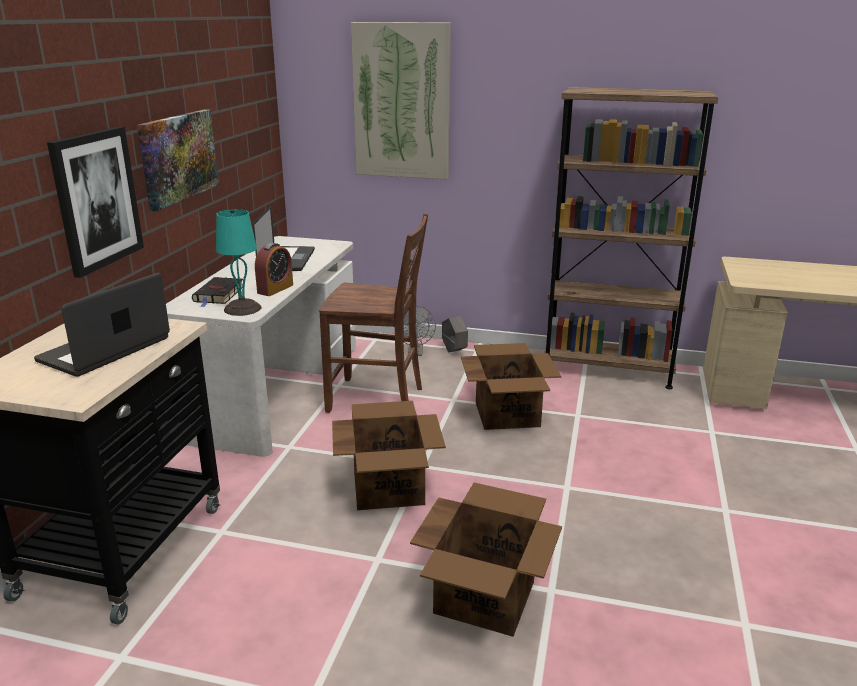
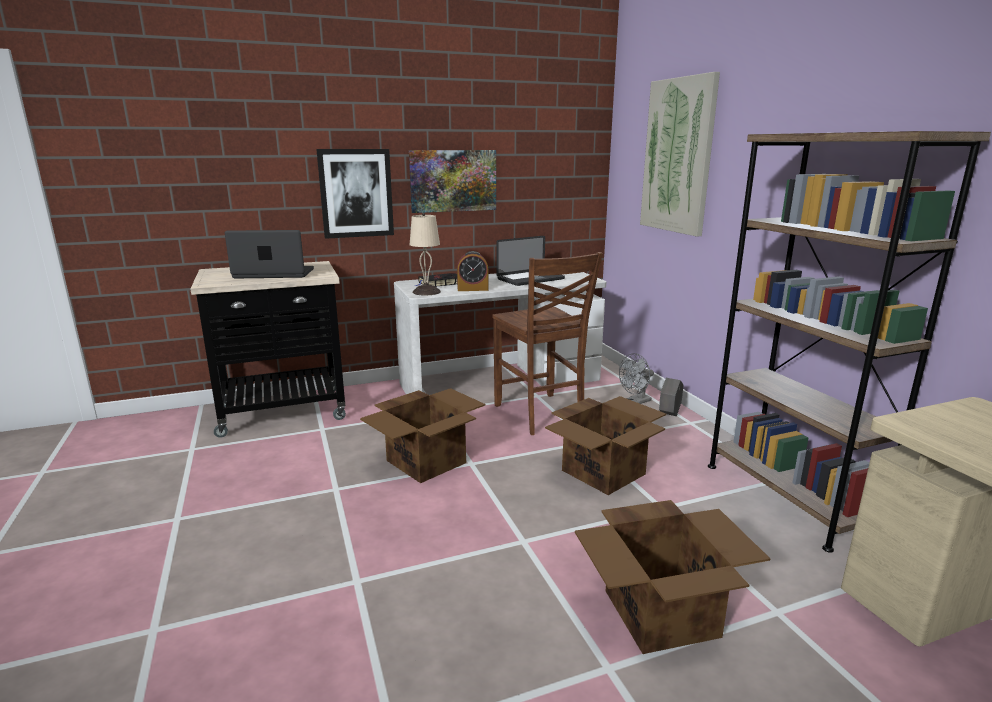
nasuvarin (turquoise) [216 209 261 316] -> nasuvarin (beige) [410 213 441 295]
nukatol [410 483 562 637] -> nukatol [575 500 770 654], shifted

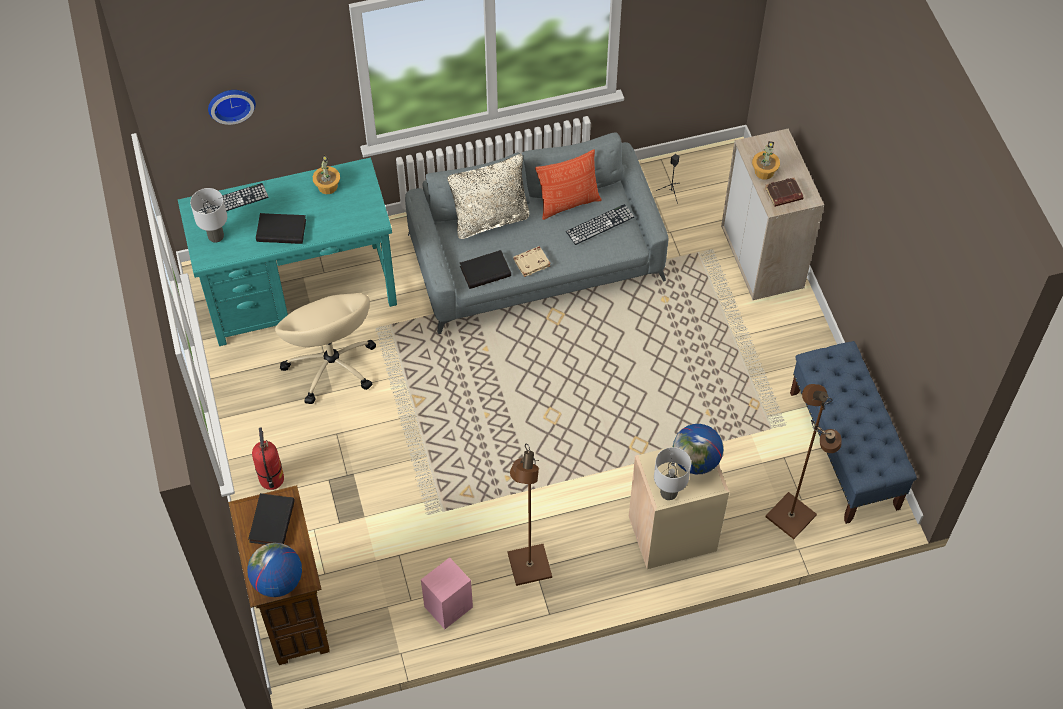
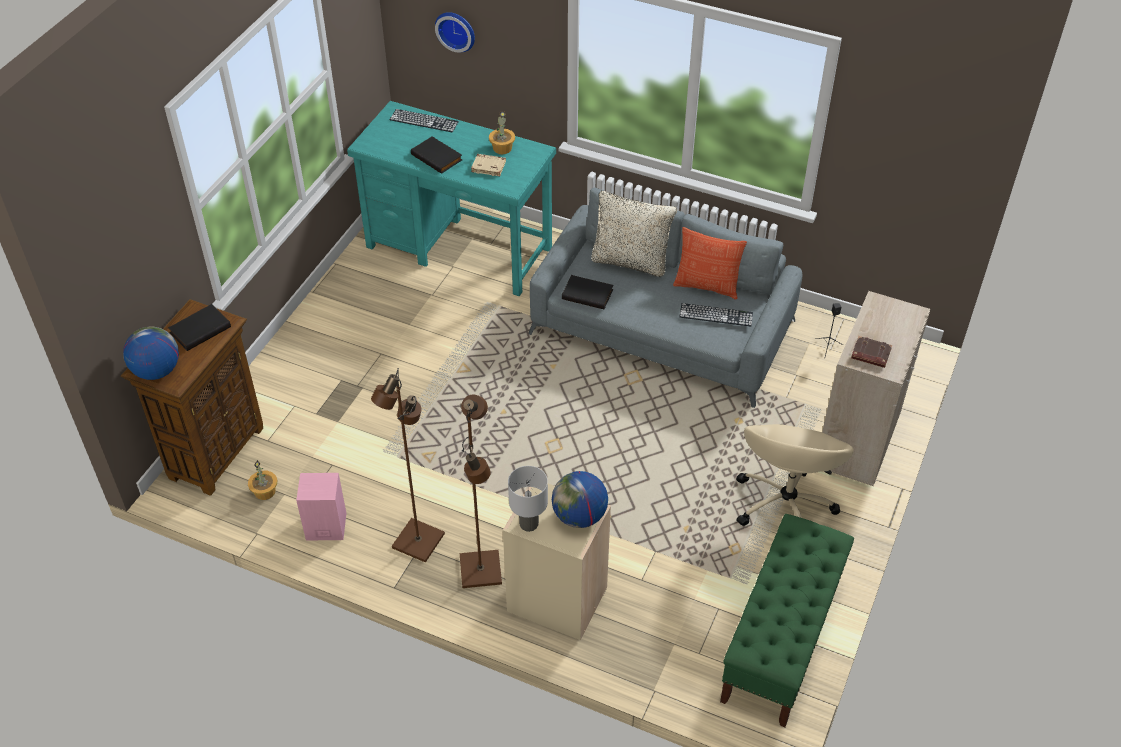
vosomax [752 141 780 179] -> vosomax [248 460 278 500], shifted
nasuvarin (white) [190 188 227 243] -> none
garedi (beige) [513 246 551 277] -> garedi (beige) [471 154 506 176], shifted
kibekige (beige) [275 293 376 404] -> kibekige (beige) [736 424 854 526], shifted
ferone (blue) [790 341 917 524] -> ferone (green) [720 514 854 727]
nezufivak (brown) [766 384 842 539] -> nezufivak (brown) [460 394 502 588], shifted
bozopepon [252 427 284 490] -> none

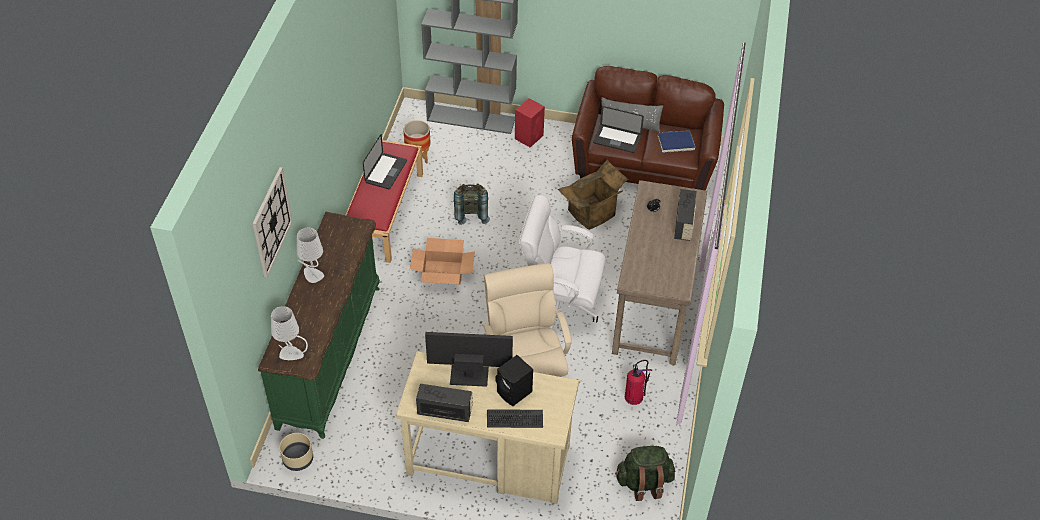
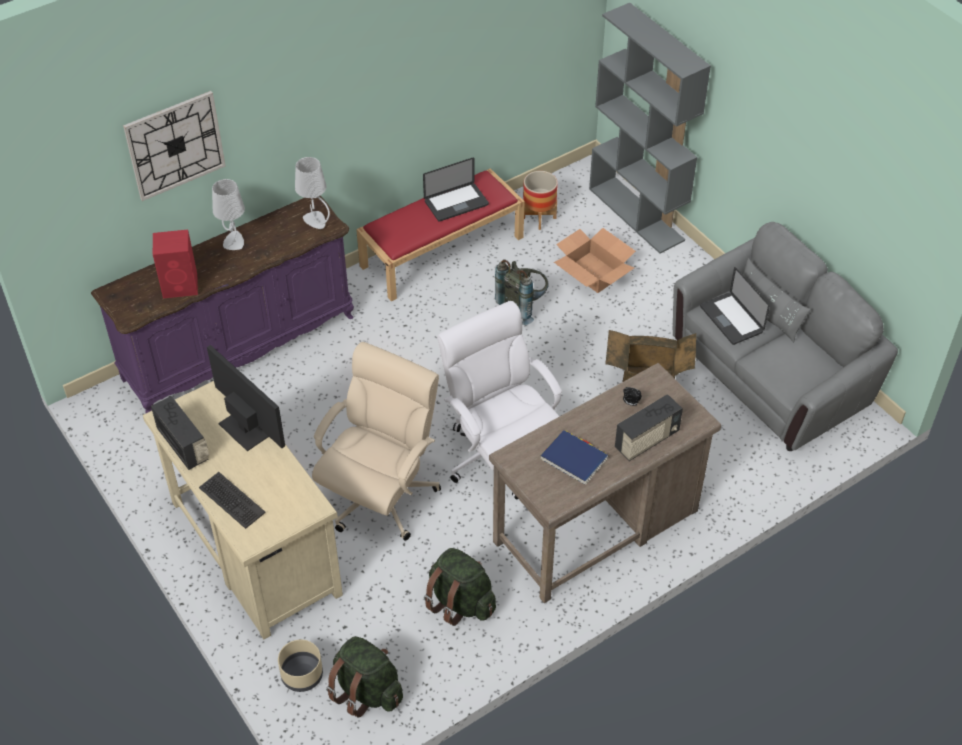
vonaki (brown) [572 66 724 191] -> vonaki (grey) [672 222 898 451]
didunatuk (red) [515 98 545 147] -> didunatuk (red) [153 229 198 299], shifted
garedi (blue) [657 130 696 153] -> garedi (blue) [540 430 609 485], shifted
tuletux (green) [258 212 380 439] -> tuletux (purple) [91 196 354 413]
nukatol [410 238 475 285] -> nukatol [554 228 636 293], shifted
nasuvarin (grey) [271 306 308 360] -> nasuvarin (grey) [295 157 330 229], shifted
didunatuk (black) [496 355 533 406] -> none
bozopepon [625 360 652 405] -> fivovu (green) [424 548 496 626]
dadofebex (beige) [279 433 313 471] -> dadofebex (beige) [278 640 323 692], shifted

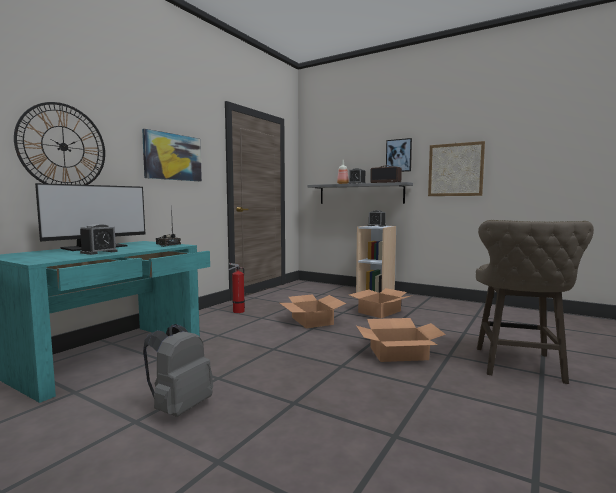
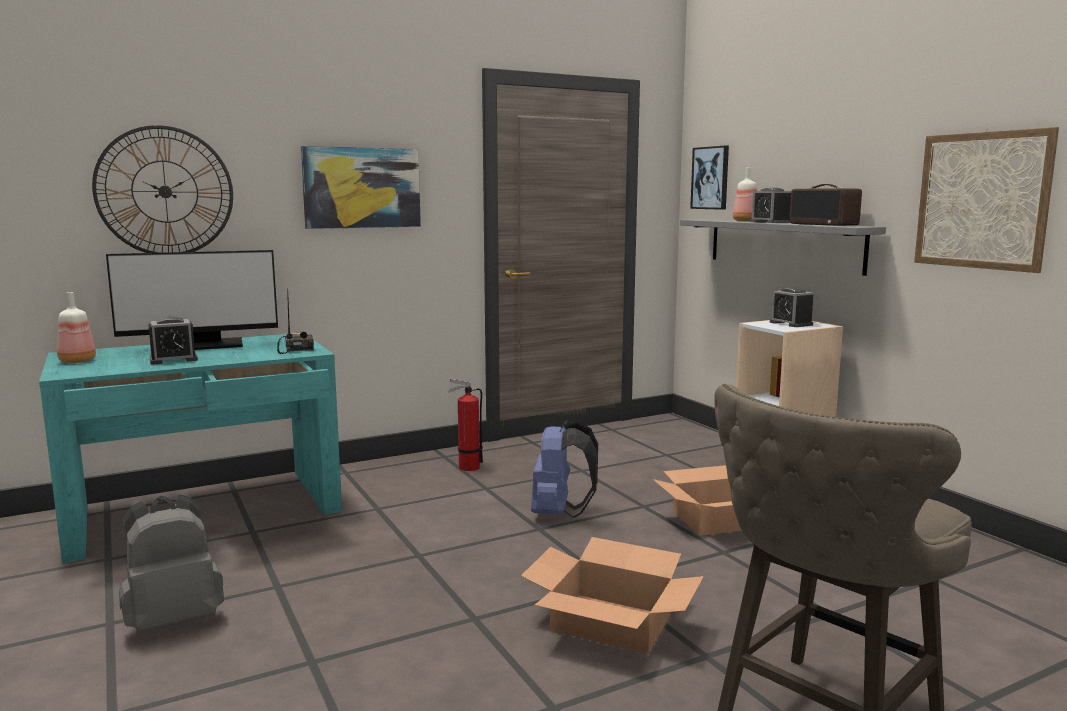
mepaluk [386 138 412 172] -> mepaluk [690 145 729 210], shifted
nukatol [280 294 346 328] -> fivovu (blue) [531 421 598 518]
none -> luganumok [57 292 96 363]

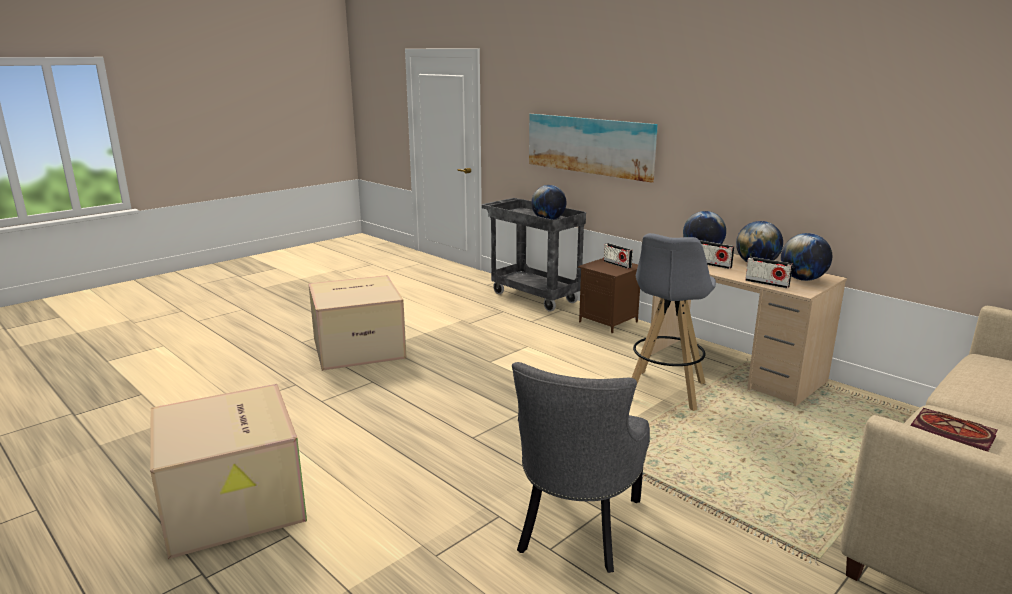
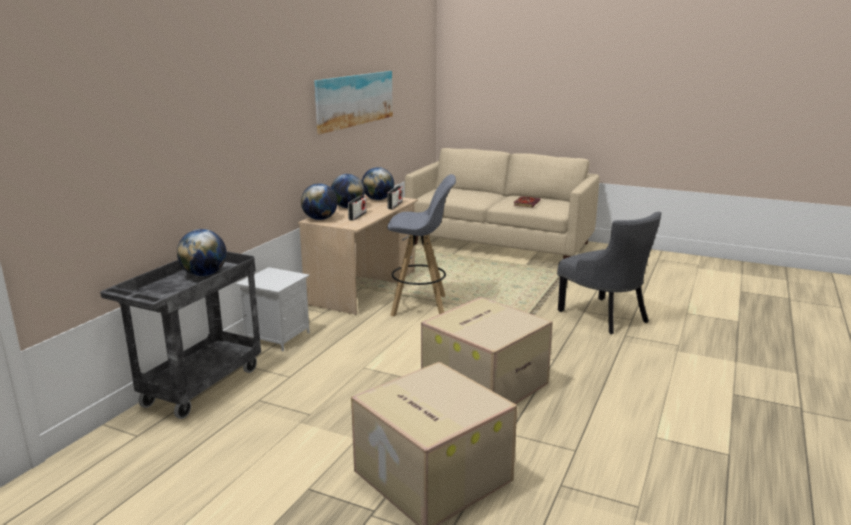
mepaluk [529 114 658 183] -> mepaluk [314 71 393 134], shifted
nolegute [604 243 633 269] -> none
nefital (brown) [578 258 640 333] -> nefital (grey) [236 267 310 351]
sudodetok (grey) [512 362 650 573] -> sudodetok (grey) [557 212 661 334], 60 degrees clockwise
nukatol [150 384 307 559] -> nukatol [421 297 553 404], shifted

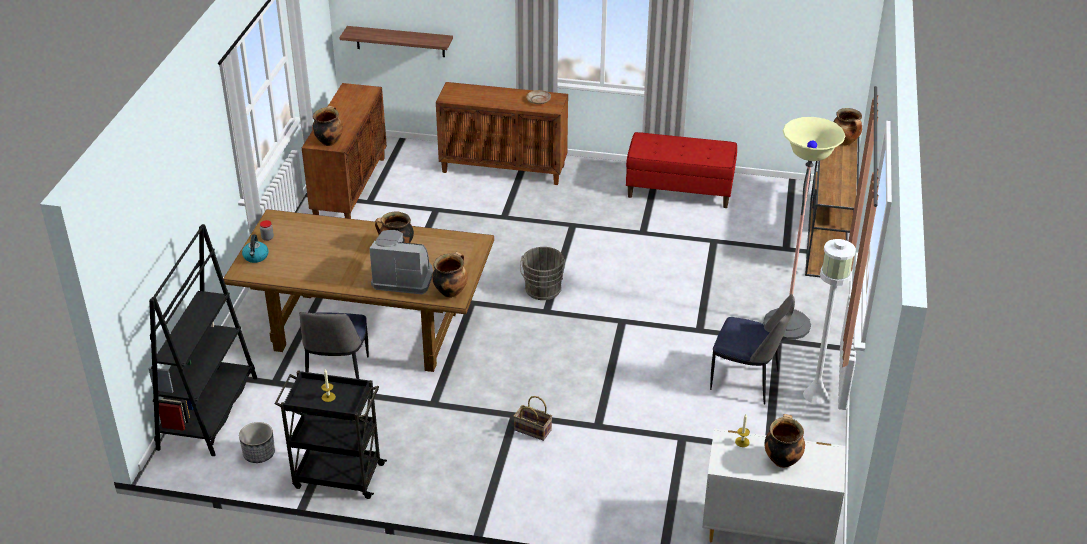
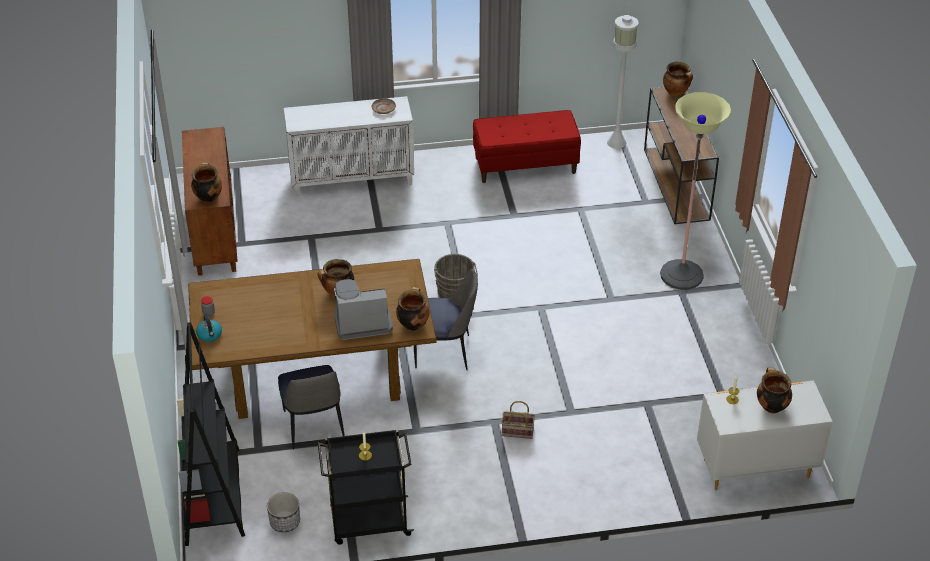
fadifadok [339 26 453 57] -> none
tuletux (brown) [436 82 568 185] -> tuletux (white) [284 96 414 197]
nezufivak (white) [803 239 856 404] -> nezufivak (white) [607 15 639 149], shifted
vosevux [710 294 795 405] -> vosevux [414 269 478 370], shifted

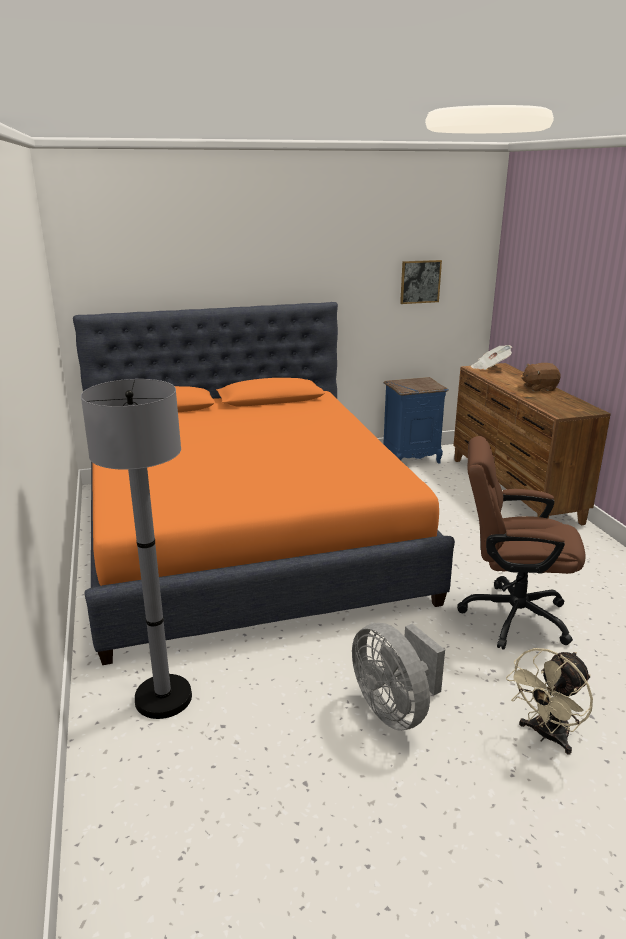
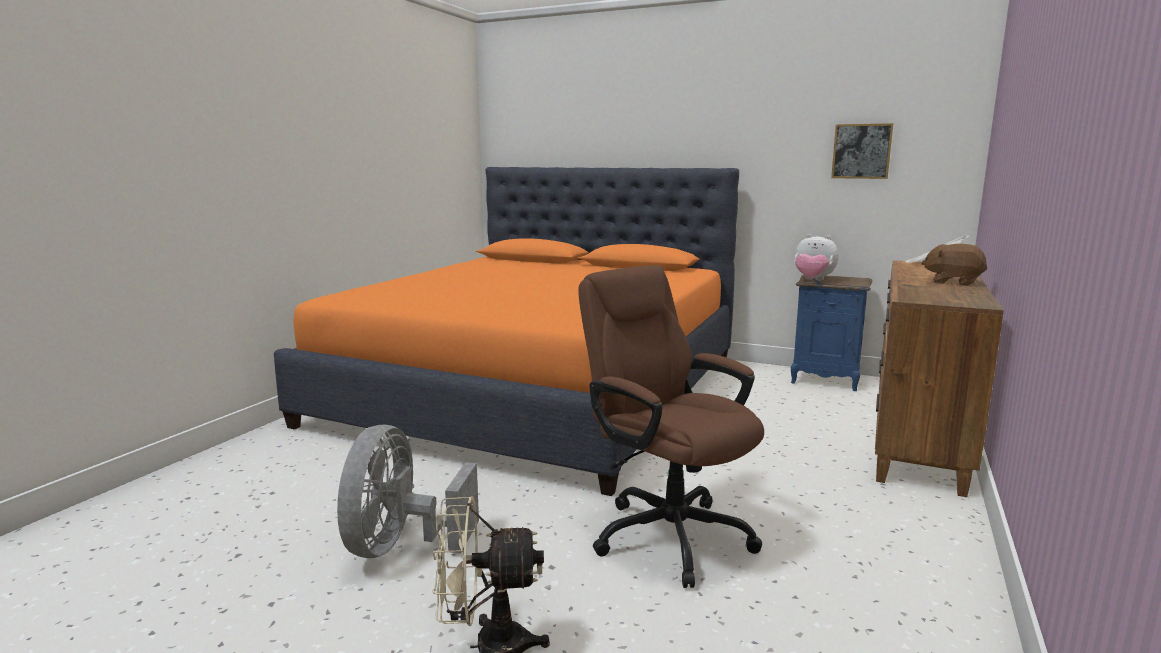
nezufivak (grey) [81 379 192 719] -> none
none -> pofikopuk [794 234 839 280]

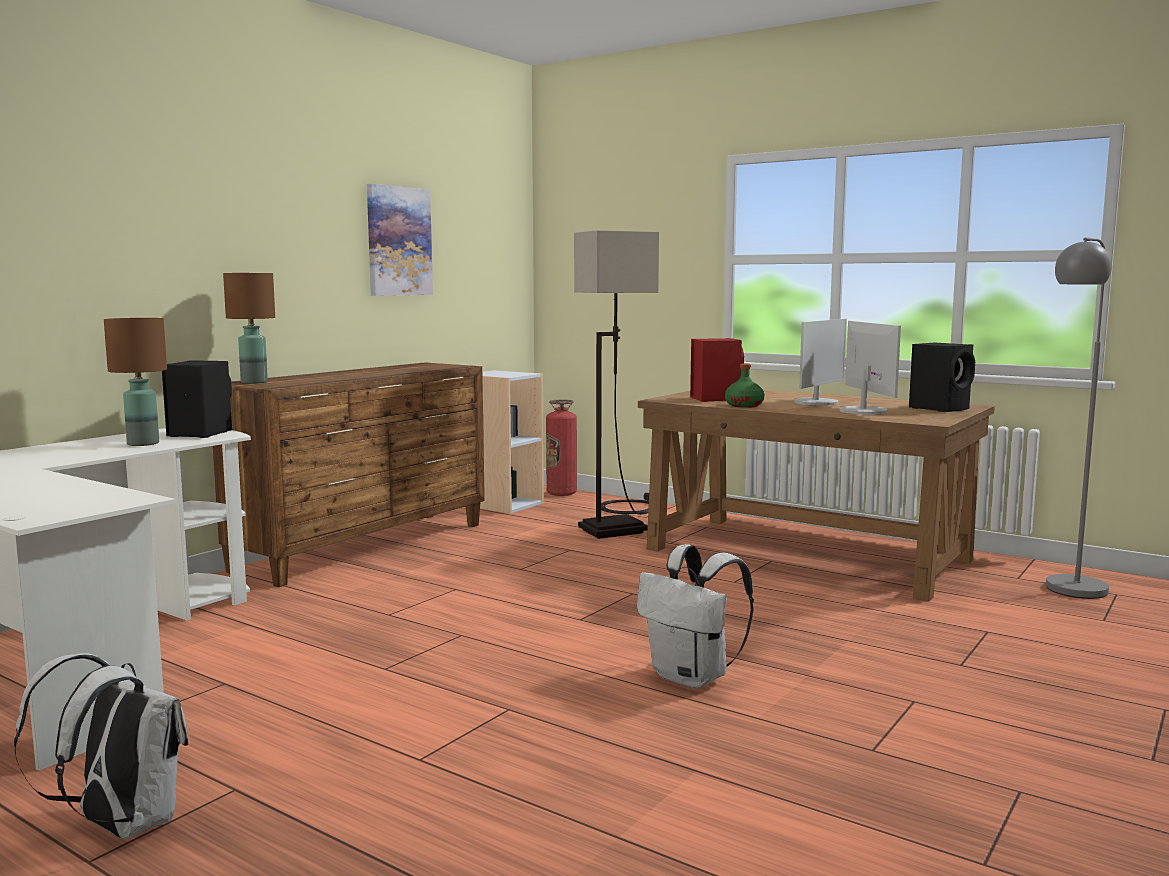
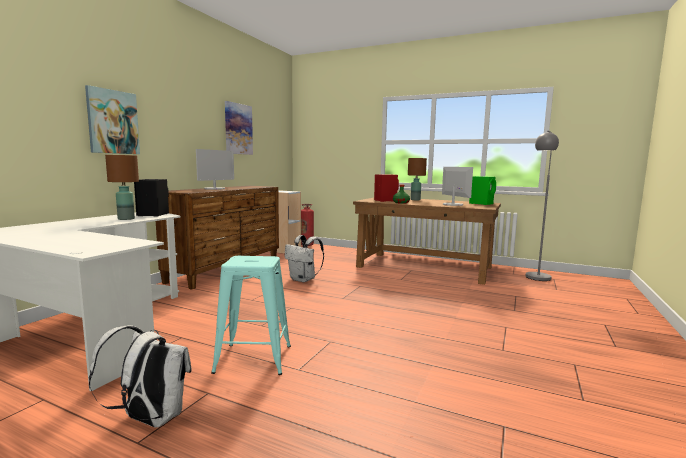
nezufivak [574 230 659 539] -> none
nasuvarin (brown) [223 273 275 384] -> nasuvarin (brown) [408 158 427 200], shifted
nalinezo [794 319 847 405] -> nalinezo [196 149 234 190], shifted
didunatuk (black) [909 343 975 412] -> didunatuk (green) [469 176 496 205]
fivovu (white) [637 544 754 689] -> fivovu (white) [285 235 324 282], shifted
none -> mepaluk [85 85 140 154]
none -> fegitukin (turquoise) [211 256 291 375]

